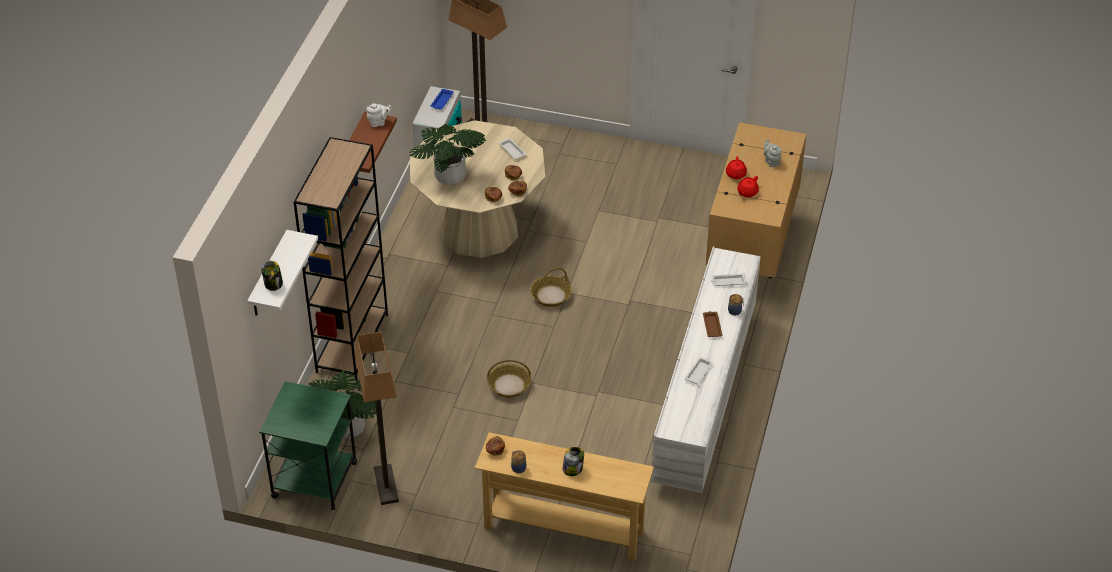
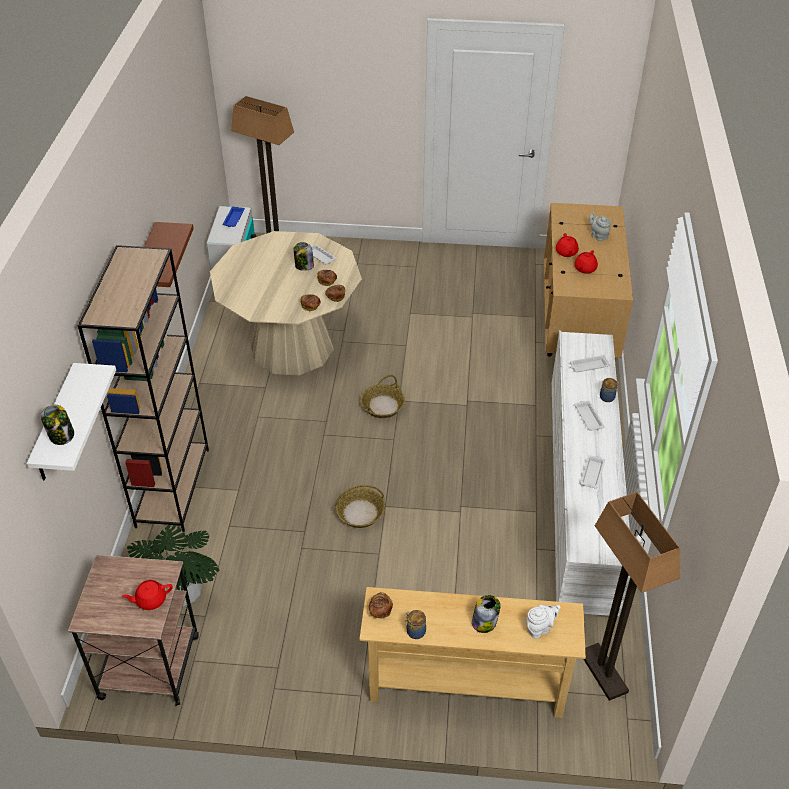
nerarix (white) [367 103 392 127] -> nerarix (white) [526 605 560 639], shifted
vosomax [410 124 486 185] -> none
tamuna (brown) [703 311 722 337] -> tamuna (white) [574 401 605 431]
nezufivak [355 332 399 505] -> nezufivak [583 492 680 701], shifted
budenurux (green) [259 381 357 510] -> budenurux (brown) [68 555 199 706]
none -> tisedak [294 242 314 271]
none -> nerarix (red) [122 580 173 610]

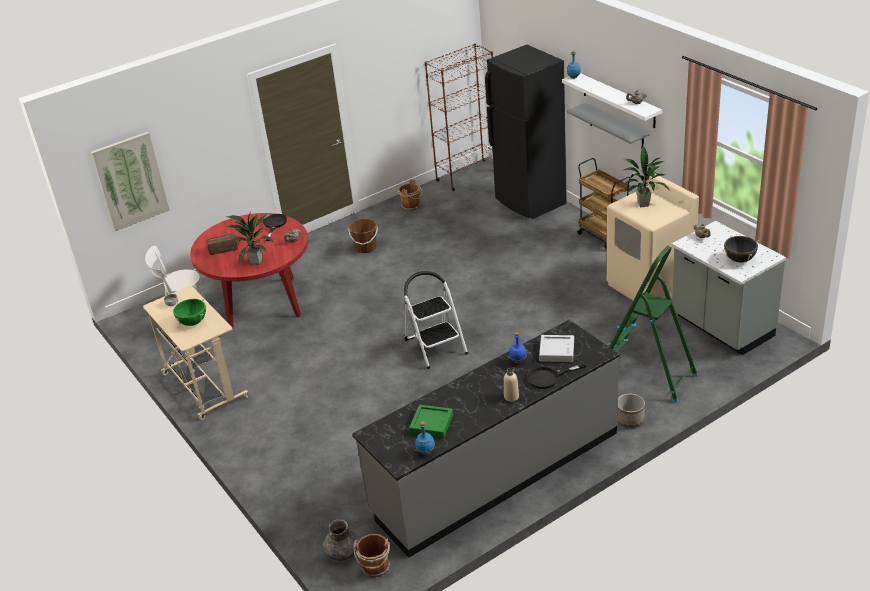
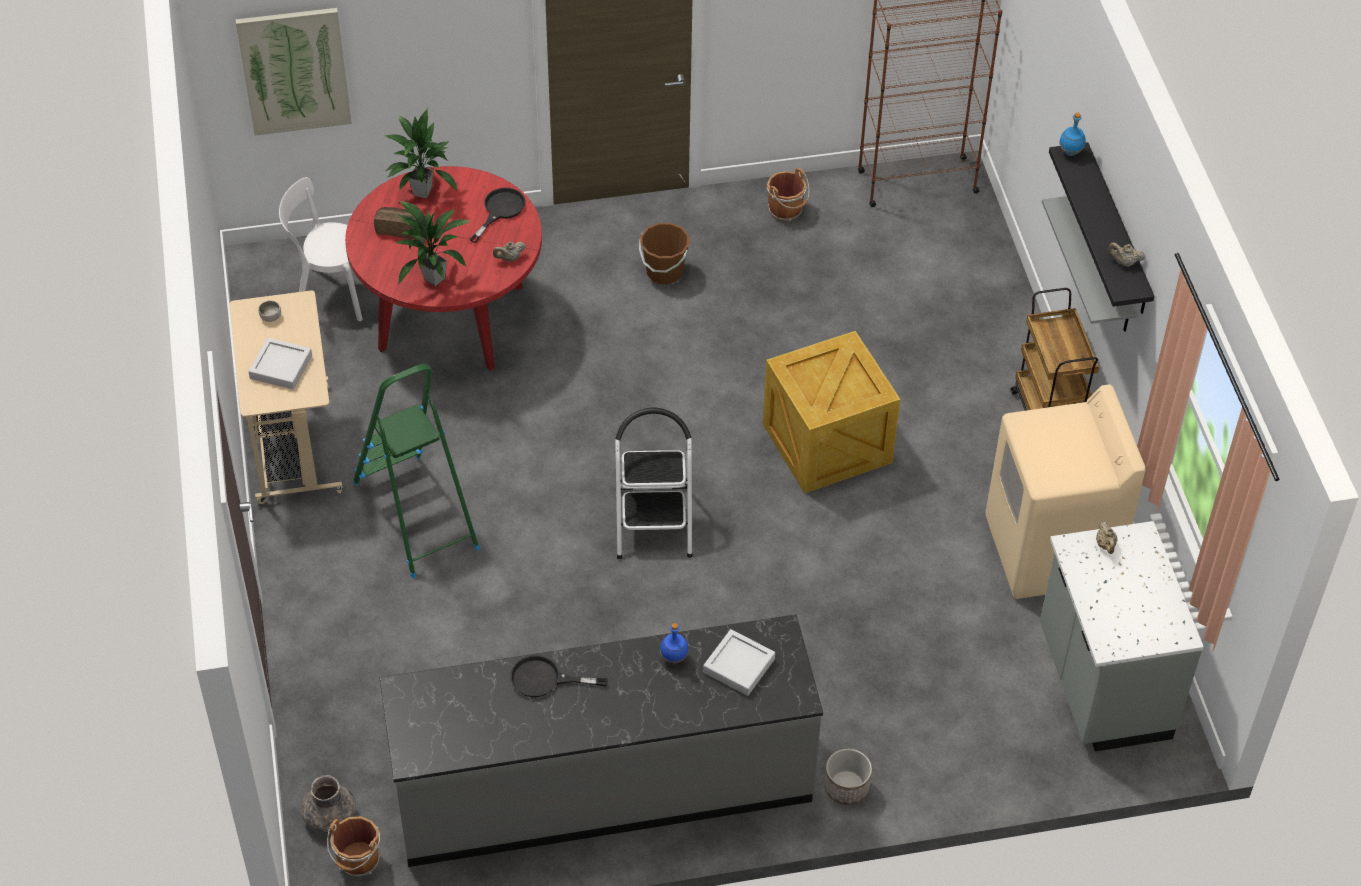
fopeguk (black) [485 45 567 219] -> none
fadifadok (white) [562 73 662 128] -> fadifadok (black) [1049 142 1154 314]
vosomax [621 145 670 207] -> vosomax [384 108 458 198], shifted
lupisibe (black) [723 235 759 263] -> none
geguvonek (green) [608 245 698 403] -> geguvonek (green) [353 364 480 579], shifted
lupisibe (green) [173 299 206 326] -> tamuna (grey) [248 338 312 389]
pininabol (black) [527 363 586 389] -> pininabol (black) [510 655 608 697], shifted
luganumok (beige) [504 368 519 402] -> none
tamuna (green) [409 405 453 438] -> none
luganumok (blue) [415 422 435 455] -> none
none -> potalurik [763 331 901 493]

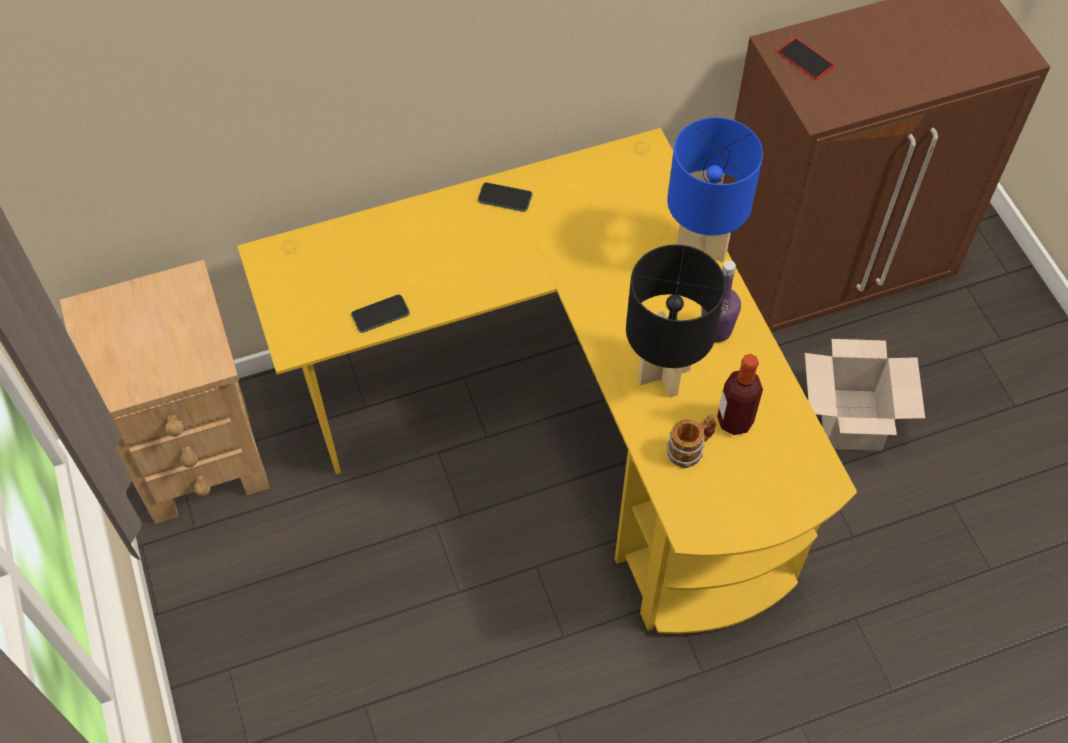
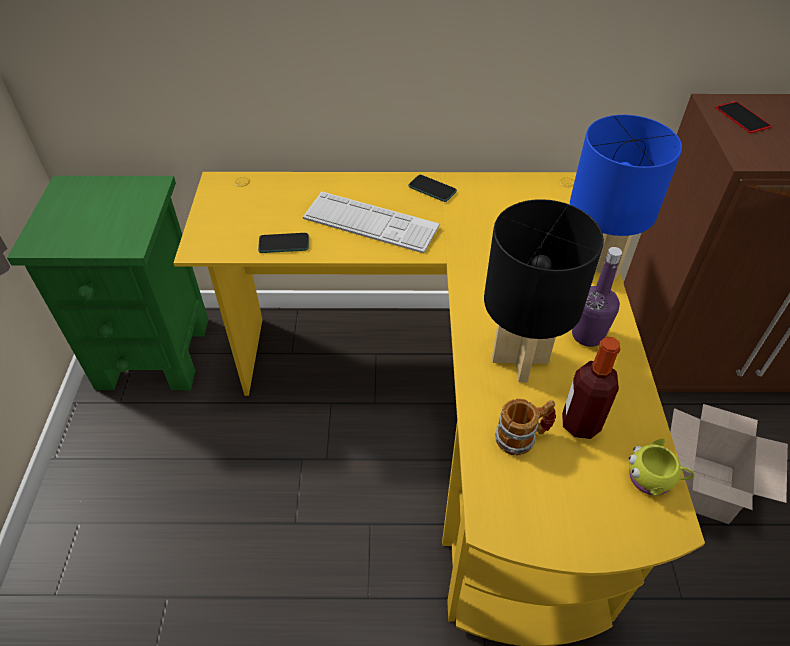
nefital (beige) [60 260 270 524] -> nefital (green) [7 176 208 390]
none -> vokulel [303 191 440 254]
none -> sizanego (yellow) [628 439 694 496]

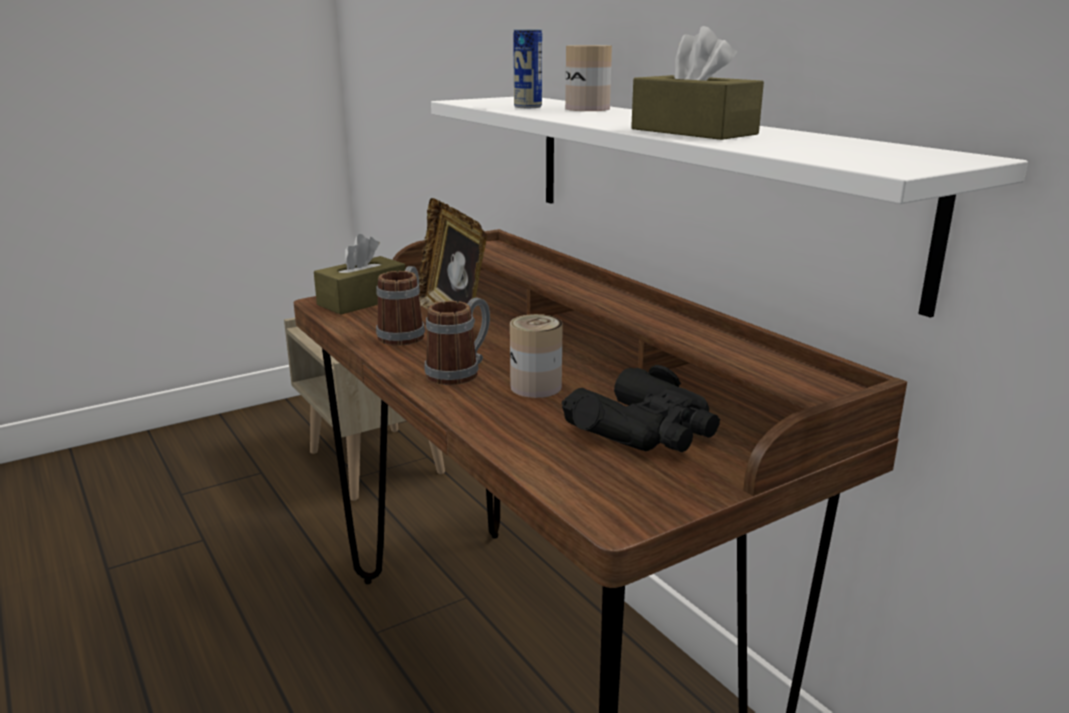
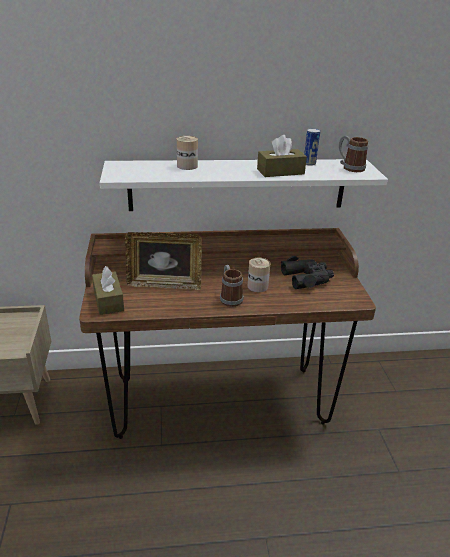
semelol [513 29 542 108] -> semelol [304 128 320 166], shifted
sizanego [376 266 425 346] -> sizanego [339 136 368 172], shifted

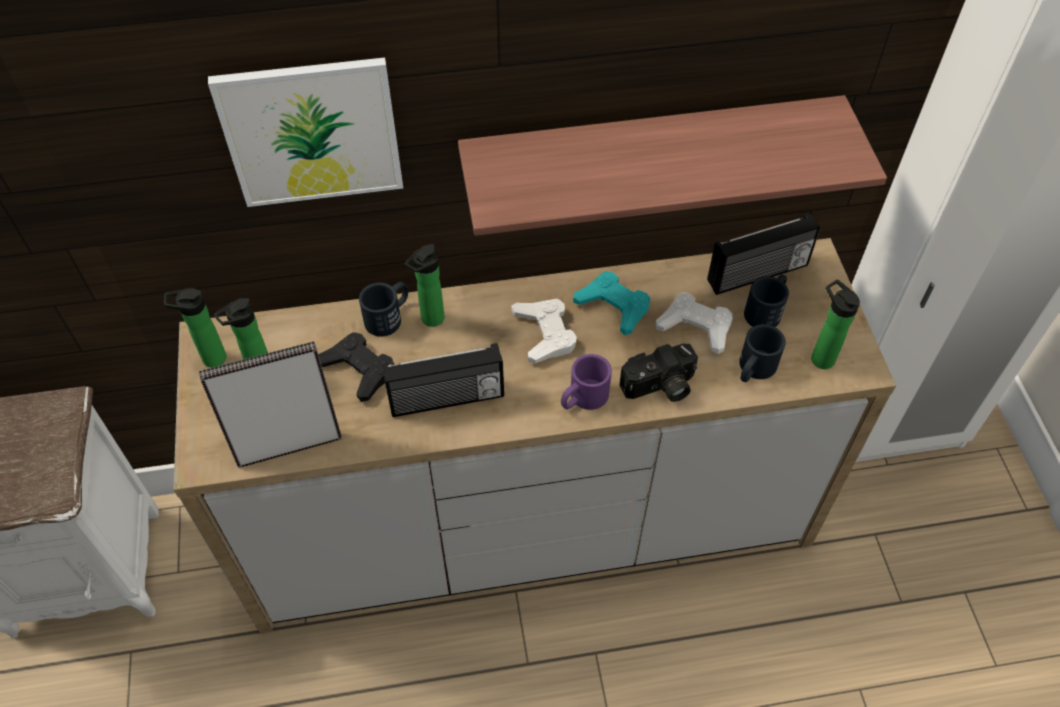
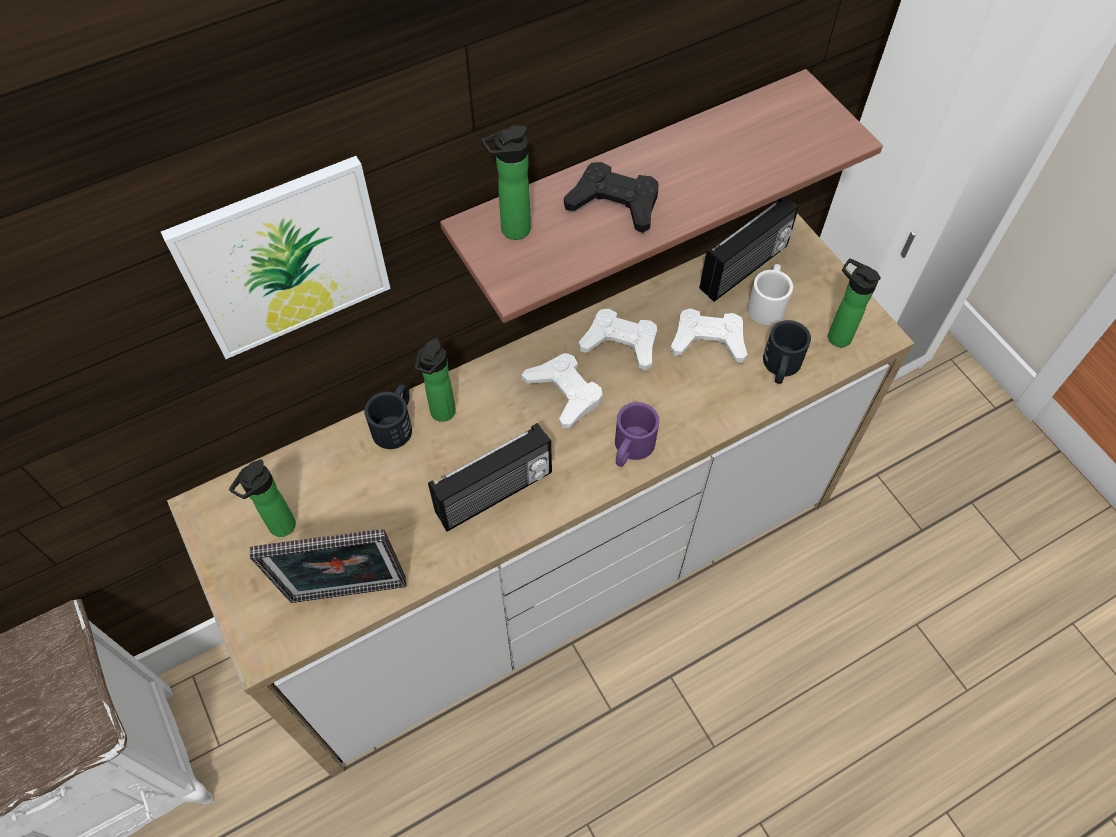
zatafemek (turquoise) [573 271 650 335] -> zatafemek (white) [579 309 657 371]
sizanego (black) [744 274 789 327] -> sizanego (white) [747 264 793 325]
luganumok [164 288 226 368] -> luganumok [481 125 531 240], shifted
zatafemek (black) [318 332 394 402] -> zatafemek (black) [564 162 659 233], shifted
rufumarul [199 341 342 468] -> rufumarul [250 529 406 603], 150 degrees counterclockwise
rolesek [619 344 698 402] -> none

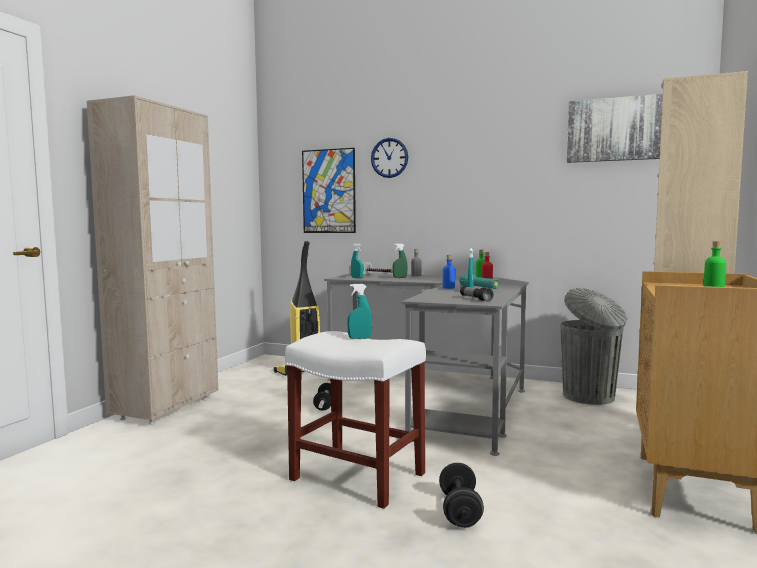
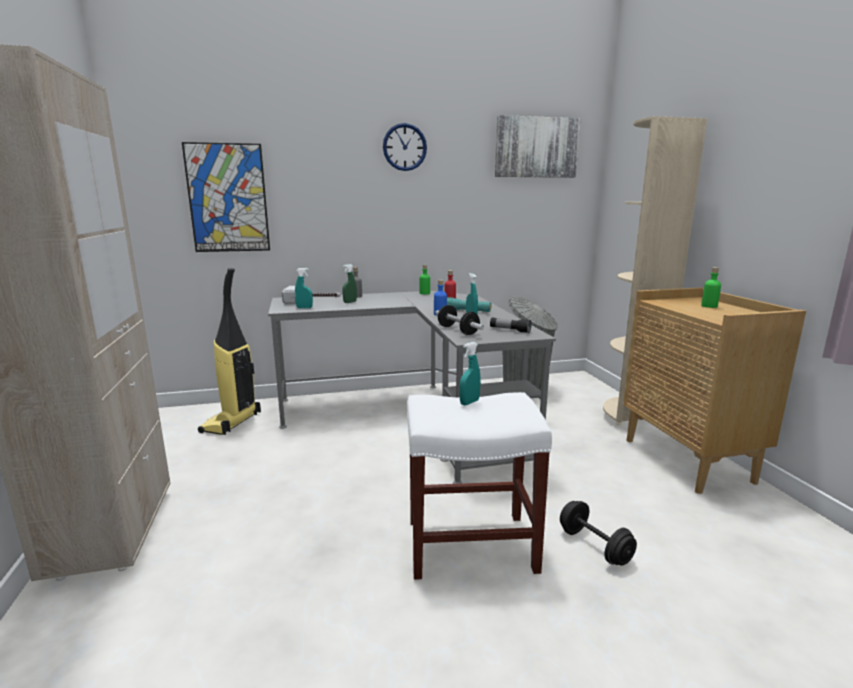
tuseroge [371 138 408 178] -> tuseroge [383 123 427 171], shifted
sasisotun [313 383 331 411] -> sasisotun [435 305 484 335], shifted

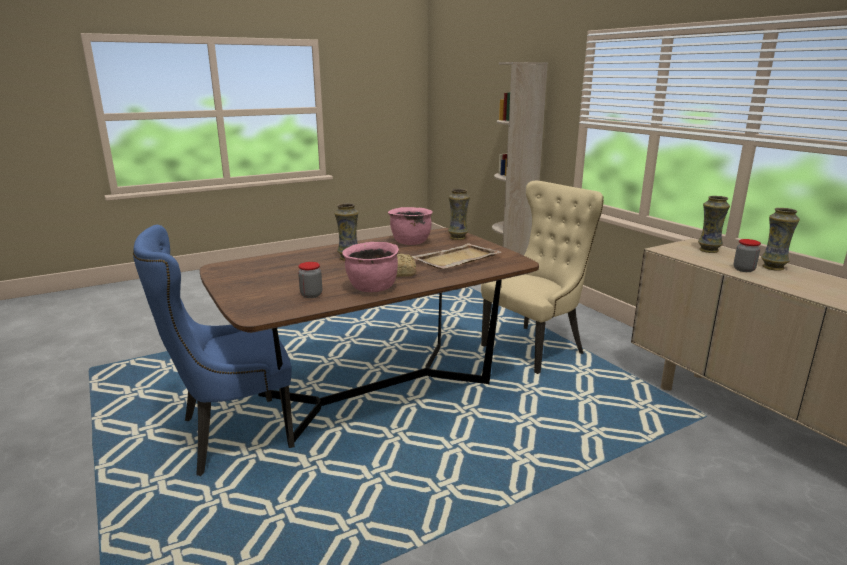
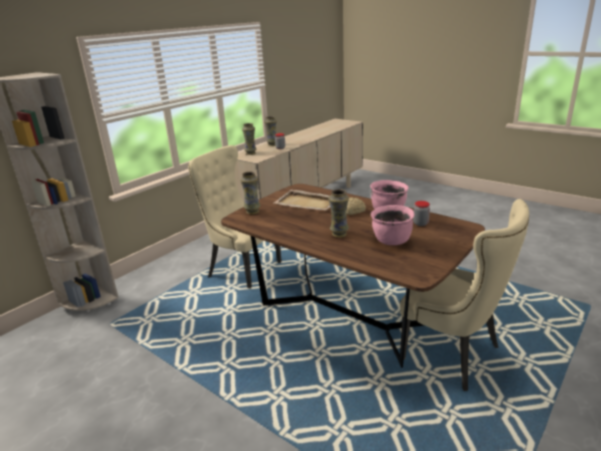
lupisibe (pink) [388 207 433 245] -> lupisibe (pink) [371 205 415 245], shifted
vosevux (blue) [133 225 295 476] -> vosevux (beige) [400 199 529 391]

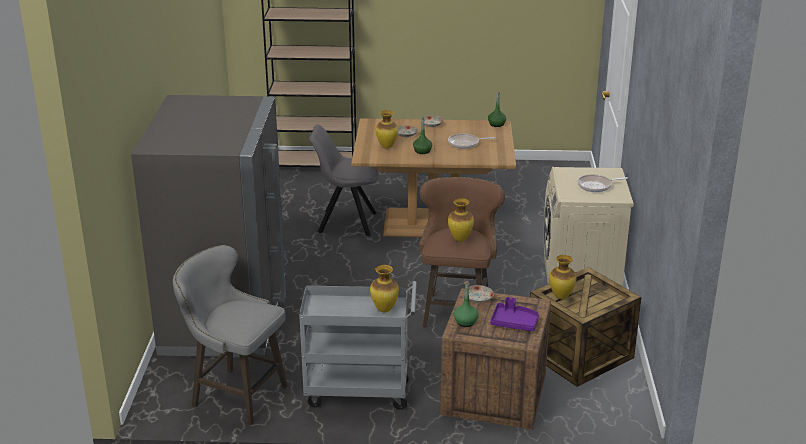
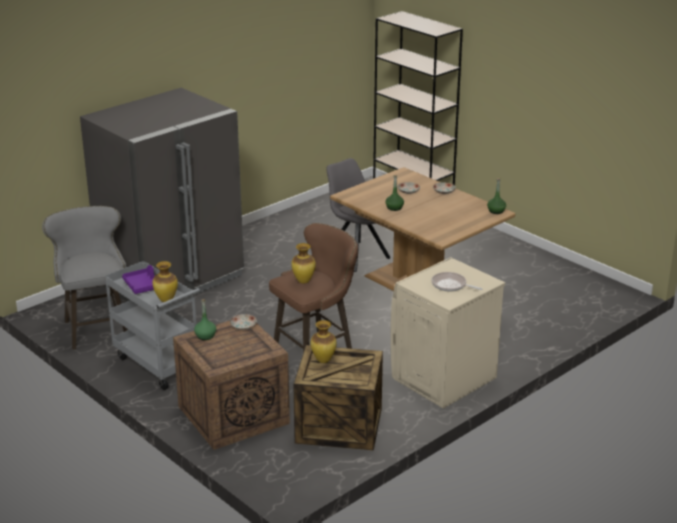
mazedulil [376 110 398 149] -> none
pininabol [448 134 495 149] -> none
tamuna (purple) [490 297 539 331] -> tamuna (purple) [122 265 155 294], shifted

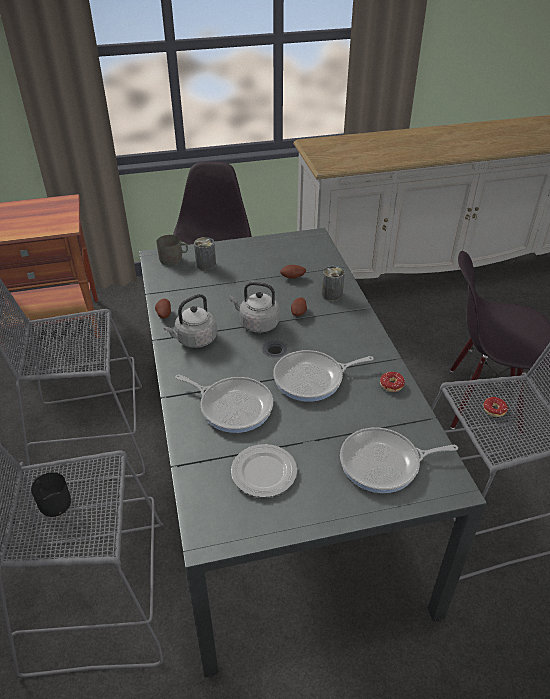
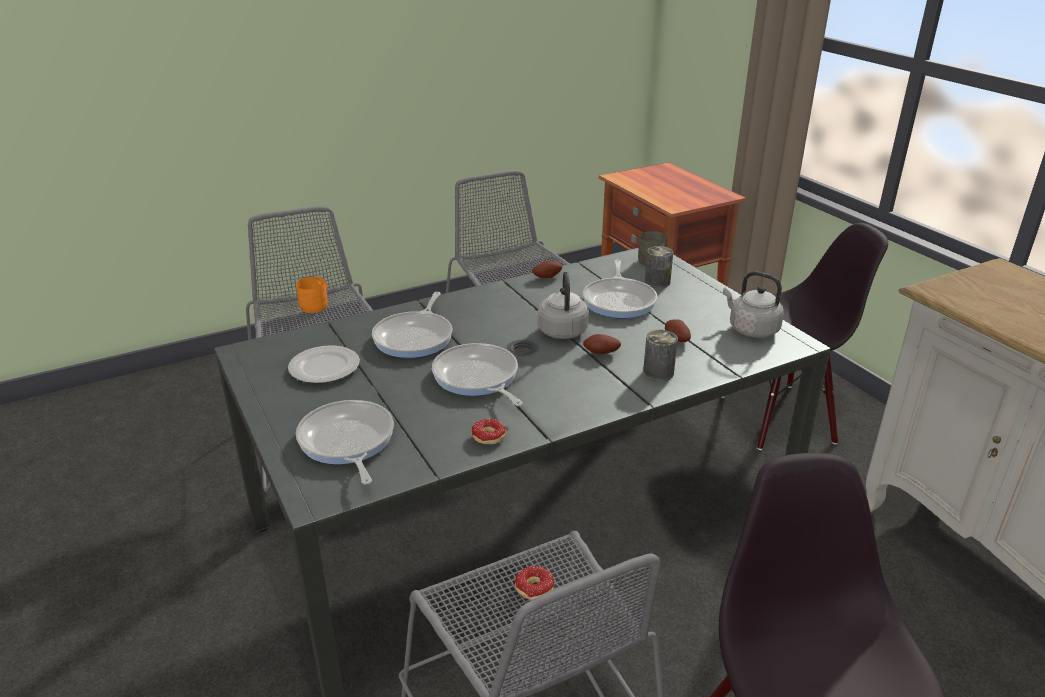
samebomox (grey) [164 294 217 348] -> samebomox (grey) [723 271 784 338], shifted
sizanego (black) [31 472 71 517] -> sizanego (orange) [296 277 328 313]
none -> pininabol [583 260 657 319]

